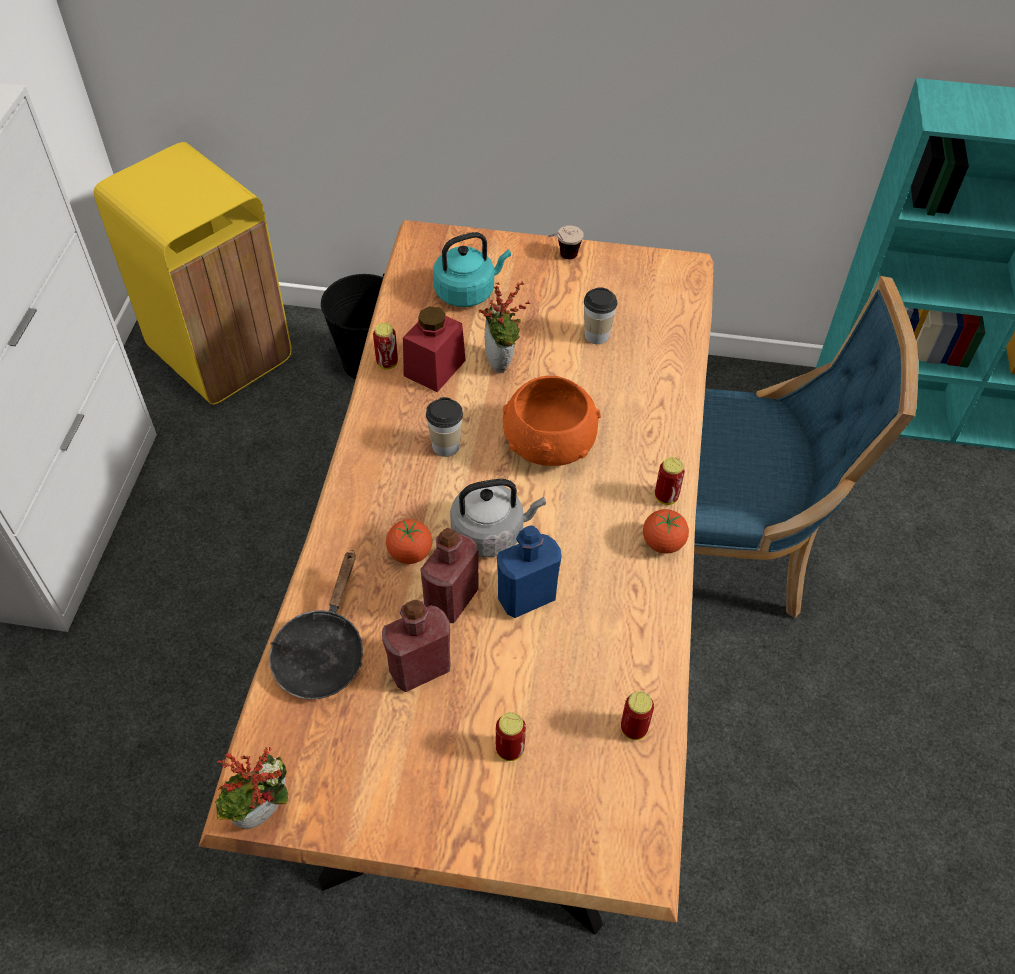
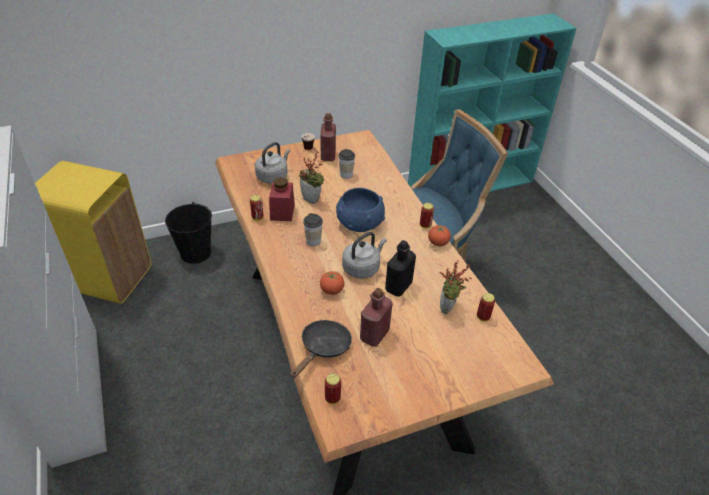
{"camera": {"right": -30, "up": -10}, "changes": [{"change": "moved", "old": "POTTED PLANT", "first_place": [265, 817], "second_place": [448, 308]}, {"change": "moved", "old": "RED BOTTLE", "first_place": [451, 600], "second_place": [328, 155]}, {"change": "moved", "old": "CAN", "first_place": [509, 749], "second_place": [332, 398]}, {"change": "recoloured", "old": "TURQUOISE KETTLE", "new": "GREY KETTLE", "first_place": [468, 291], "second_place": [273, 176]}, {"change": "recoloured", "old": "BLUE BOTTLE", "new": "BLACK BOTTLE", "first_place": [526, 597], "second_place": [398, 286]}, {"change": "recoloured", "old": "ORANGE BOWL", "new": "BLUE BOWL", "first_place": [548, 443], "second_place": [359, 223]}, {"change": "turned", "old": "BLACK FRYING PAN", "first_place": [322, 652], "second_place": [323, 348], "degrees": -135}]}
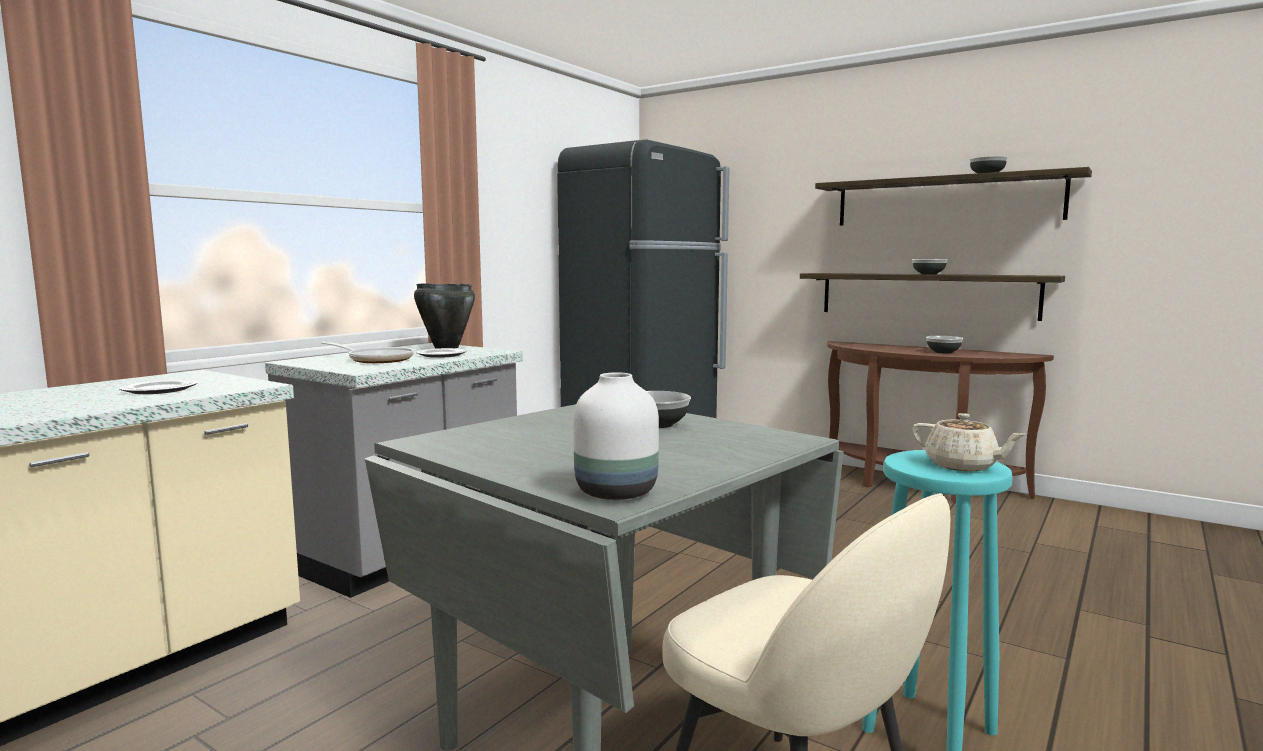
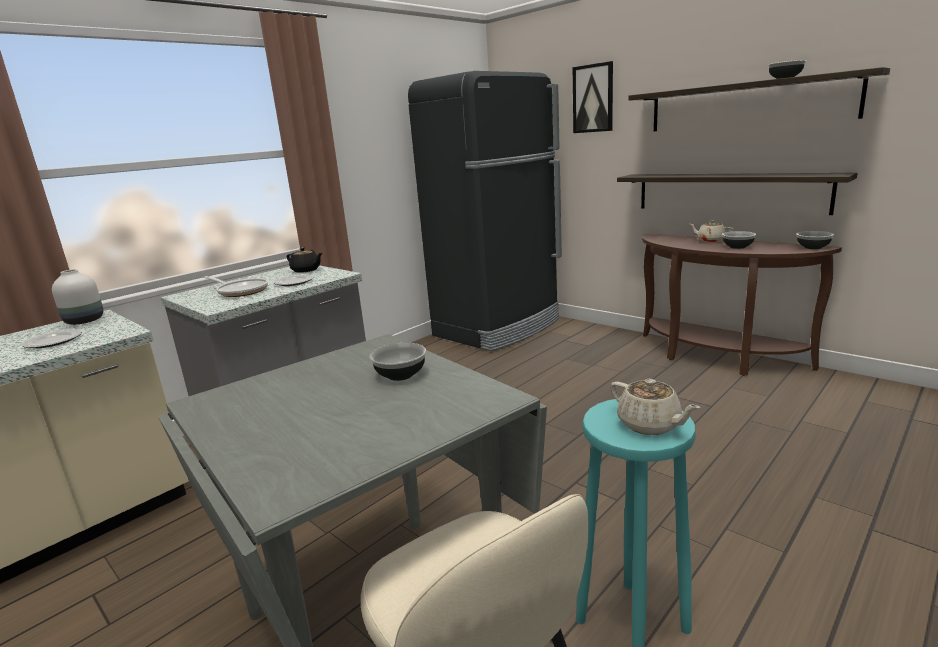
{"camera": {"right": 10, "up": 10}, "changes": [{"change": "added", "new": "PICTURE", "second_place": [593, 98]}, {"change": "added", "new": "BEIGE TEAPOT", "second_place": [710, 241]}, {"change": "moved", "old": "WHITE VASE", "first_place": [614, 492], "second_place": [84, 321]}, {"change": "moved", "old": "BOWL", "first_place": [929, 274], "second_place": [813, 247]}, {"change": "replaced", "old": "BLACK COOKING POT", "new": "BLACK TEAPOT", "first_place": [445, 347], "second_place": [306, 270]}]}
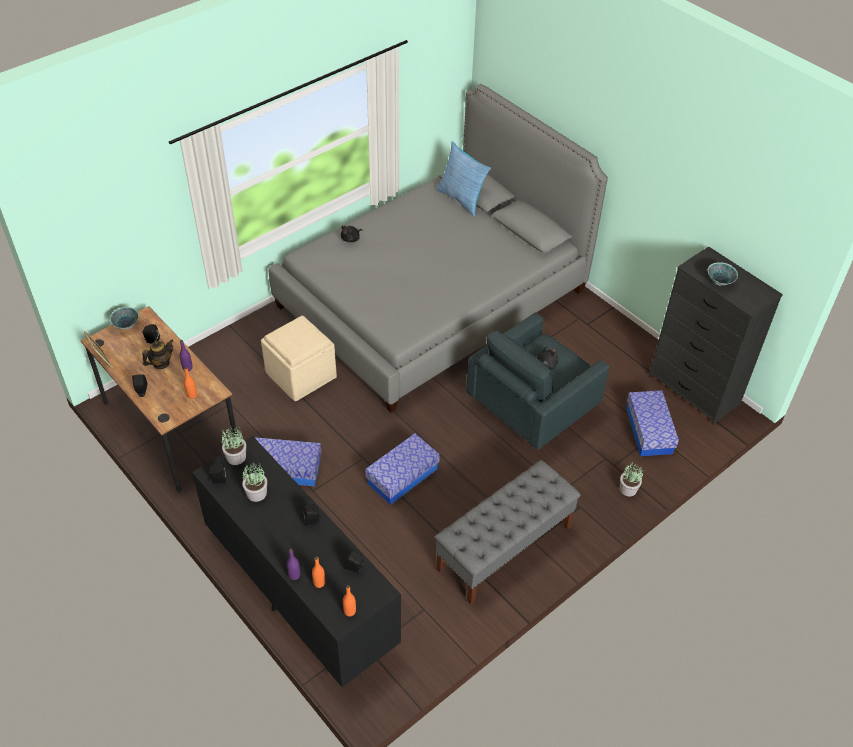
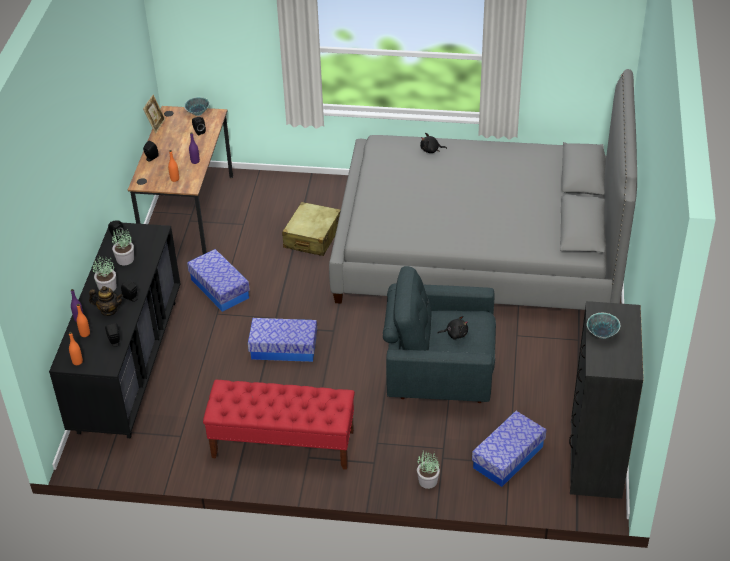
{"camera": {"right": 50, "up": -5}, "changes": [{"change": "removed", "old": "PILLOW", "first_place": [462, 199]}, {"change": "moved", "old": "TEAPOT", "first_place": [161, 363], "second_place": [109, 310]}, {"change": "moved", "old": "POTTED PLANT", "first_place": [236, 457], "second_place": [107, 287]}, {"change": "replaced", "old": "BEIGE OTTOMAN", "new": "BEIGE SUITCASE", "first_place": [301, 375], "second_place": [312, 237]}, {"change": "recoloured", "old": "GREY BENCH", "new": "RED BENCH", "first_place": [504, 548], "second_place": [282, 444]}]}
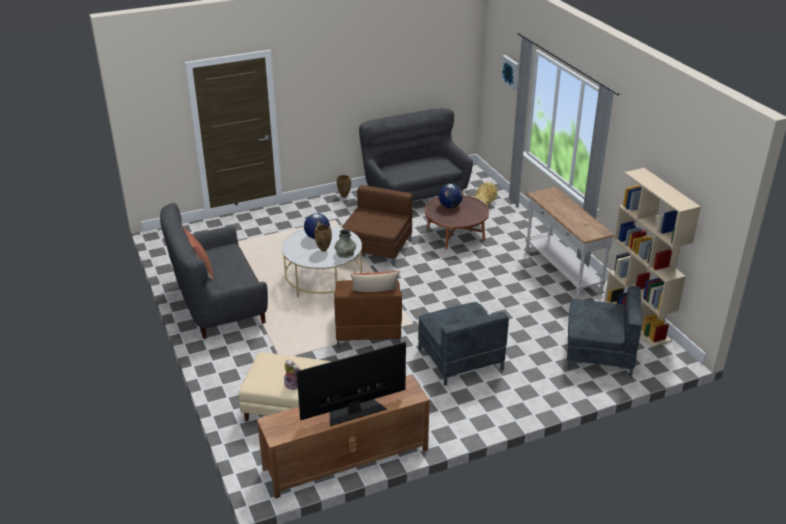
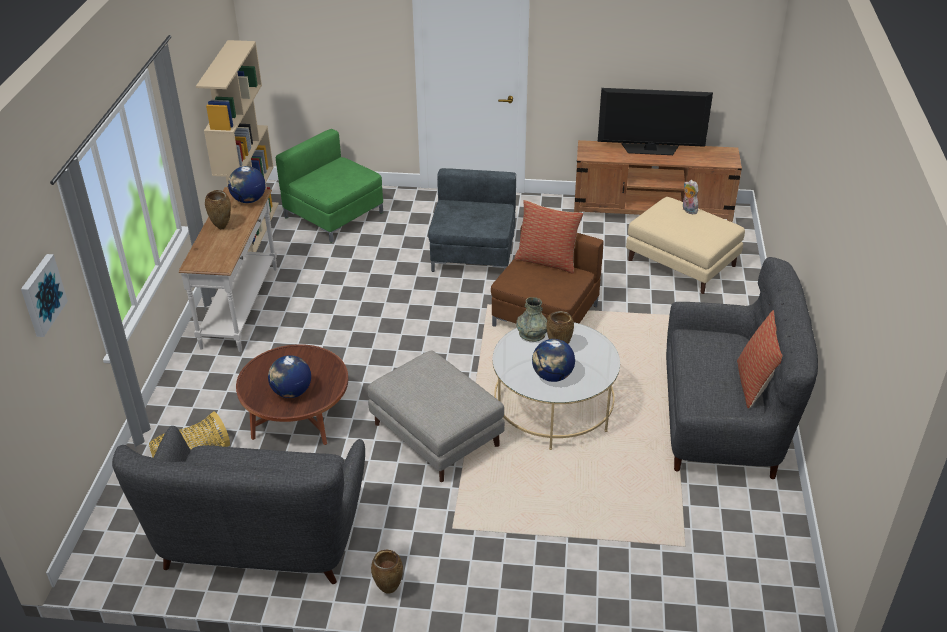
{"camera": {"right": -150, "up": 5}, "changes": [{"change": "added", "new": "BROWN VASE", "second_place": [222, 227]}, {"change": "added", "new": "GLOBE", "second_place": [249, 200]}, {"change": "replaced", "old": "BROWN ARMCHAIR", "new": "GREY OTTOMAN", "first_place": [377, 248], "second_place": [435, 434]}, {"change": "recoloured", "old": "GREY ARMCHAIR", "new": "GREEN ARMCHAIR", "first_place": [598, 352], "second_place": [334, 215]}]}
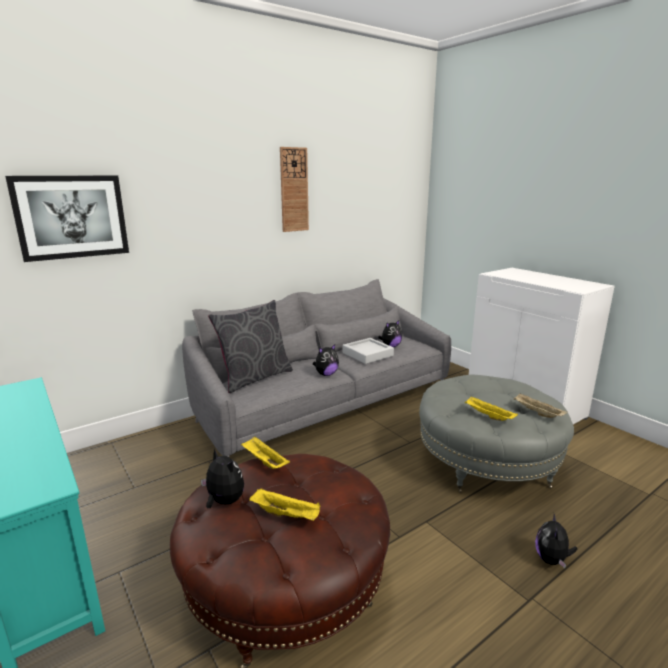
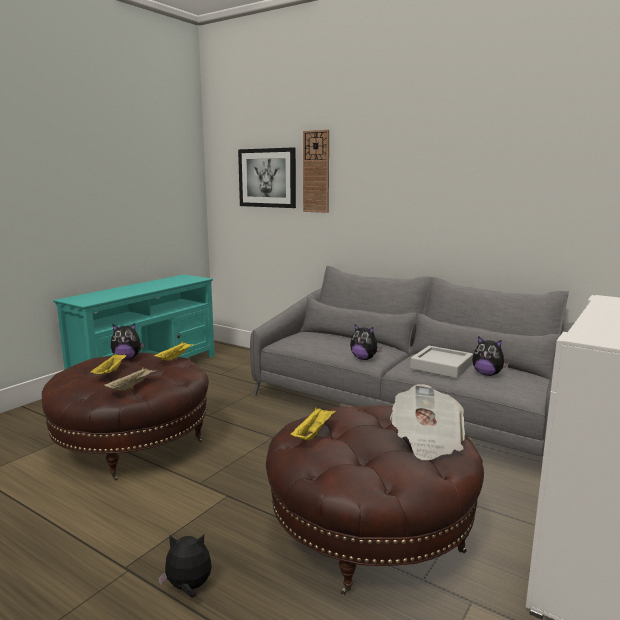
{"camera": {"right": 70, "up": -5}, "changes": [{"change": "removed", "old": "GREY PILLOW", "first_place": [255, 378]}, {"change": "added", "new": "NEWSPAPER", "second_place": [426, 441]}, {"change": "moved", "old": "WALL CLOCK", "first_place": [294, 190], "second_place": [316, 172]}, {"change": "moved", "old": "BEIGE TRAY", "first_place": [537, 413], "second_place": [132, 387]}, {"change": "recoloured", "old": "GREY OTTOMAN", "new": "BROWN OTTOMAN", "first_place": [486, 462], "second_place": [370, 531]}, {"change": "turned", "old": "PLUSH TOY", "first_place": [224, 501], "second_place": [127, 358], "degrees": 60}]}
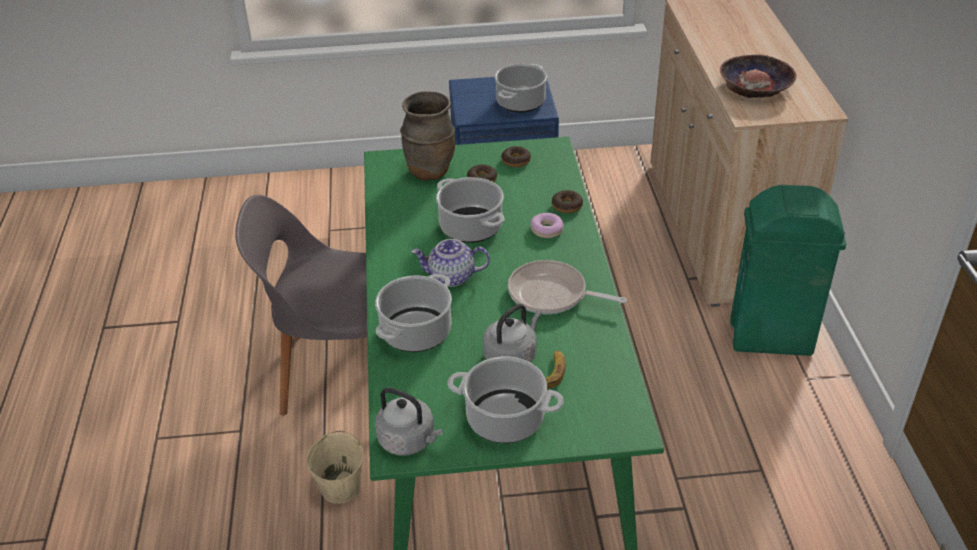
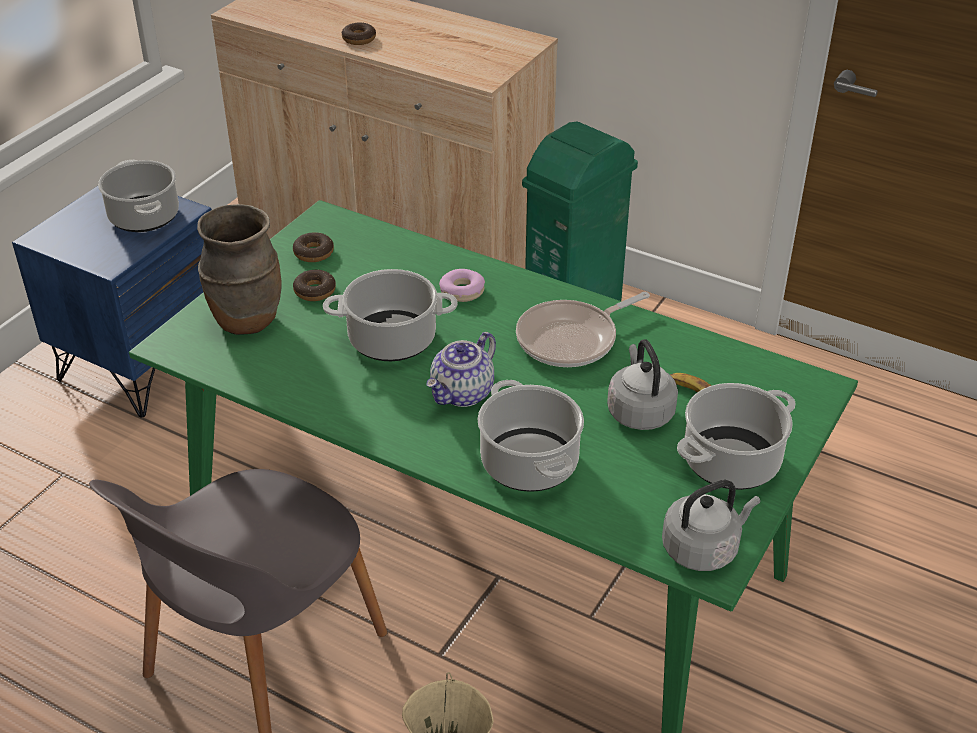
{"camera": {"right": -55, "up": 0}, "changes": [{"change": "removed", "old": "BOWL", "first_place": [755, 86]}, {"change": "moved", "old": "DONUT", "first_place": [567, 206], "second_place": [359, 39]}]}
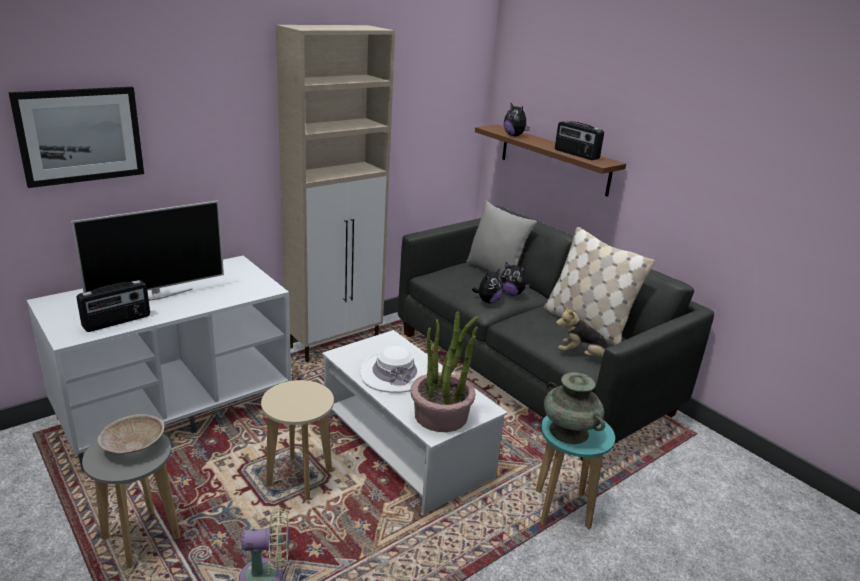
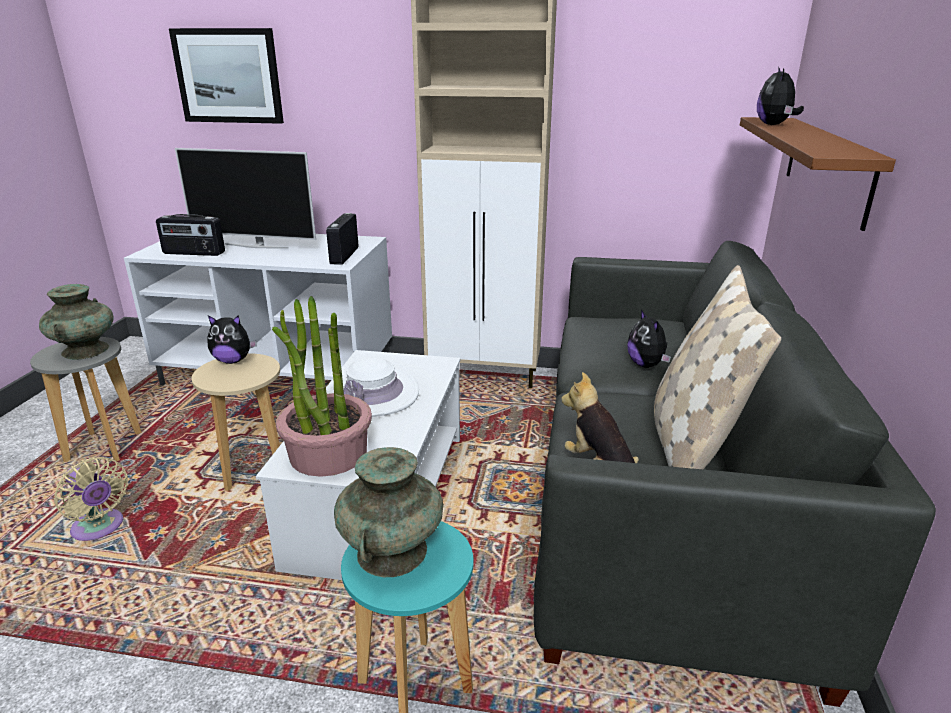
{"camera": {"right": 50, "up": 0}, "changes": [{"change": "removed", "old": "GREY PILLOW", "first_place": [495, 271]}, {"change": "moved", "old": "PLUSH TOY", "first_place": [488, 301], "second_place": [233, 360]}, {"change": "moved", "old": "RADIO", "first_place": [576, 154], "second_place": [344, 256]}, {"change": "replaced", "old": "BEIGE BOWL", "new": "TURQUOISE VASE", "first_place": [132, 446], "second_place": [86, 350]}]}
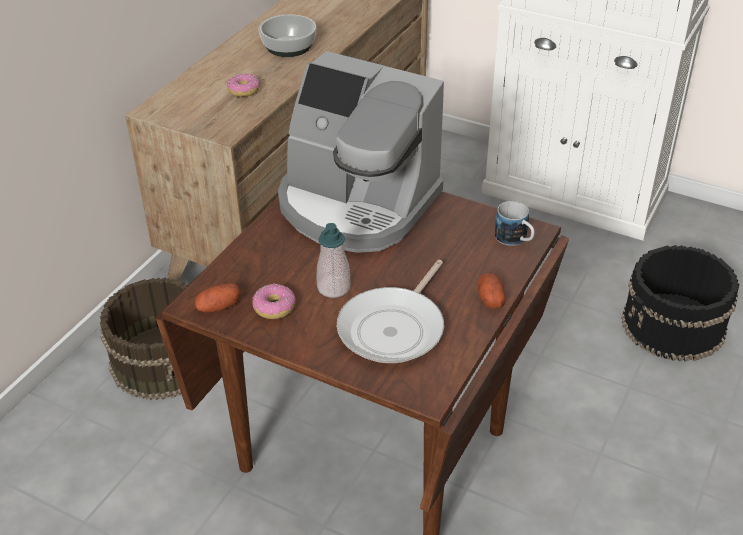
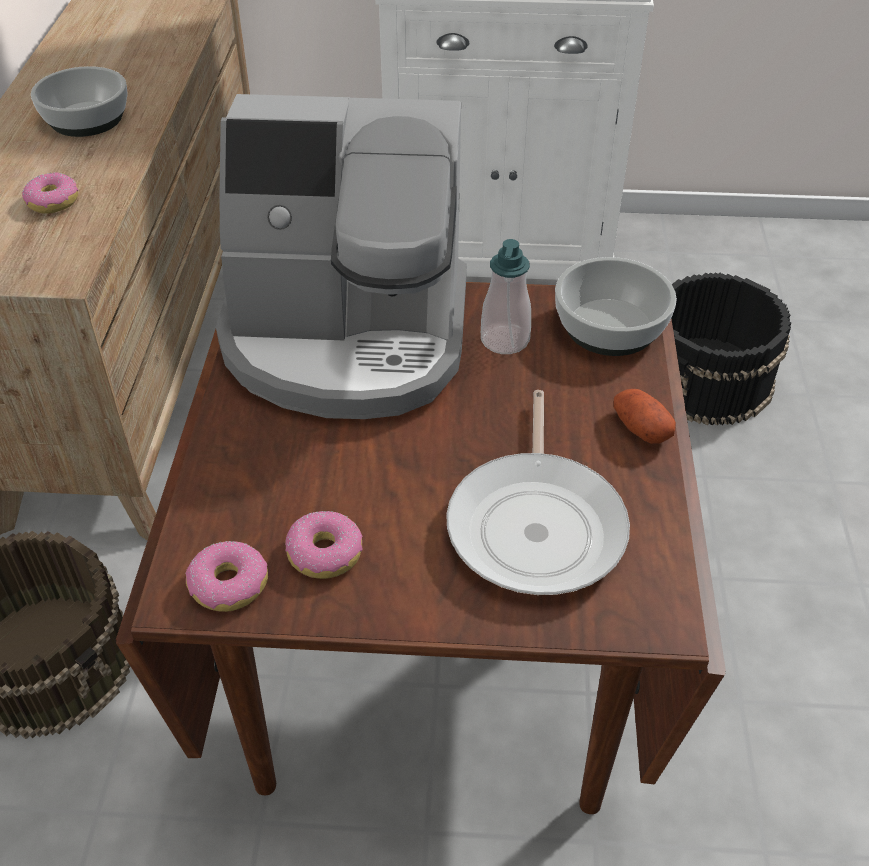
{"camera": {"right": -25, "up": 5}, "changes": [{"change": "moved", "old": "SOAP DISPENSER", "first_place": [333, 288], "second_place": [505, 340]}, {"change": "replaced", "old": "POTATO", "new": "DONUT", "first_place": [218, 307], "second_place": [228, 585]}, {"change": "replaced", "old": "MUG", "new": "BOWL", "first_place": [515, 240], "second_place": [611, 327]}]}
